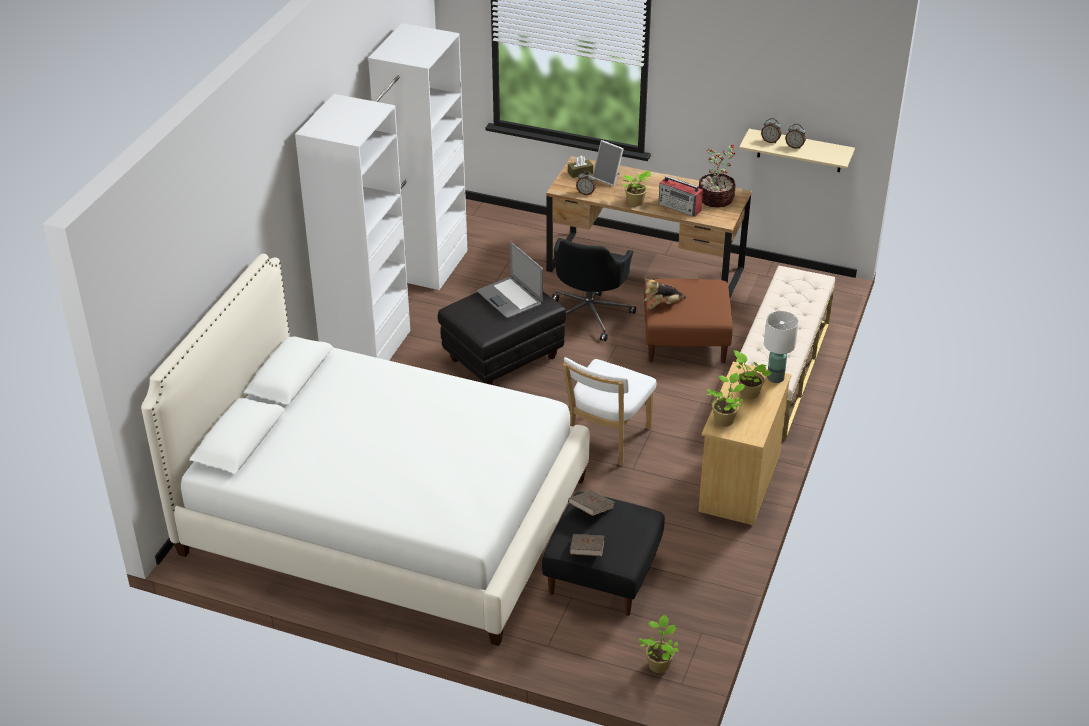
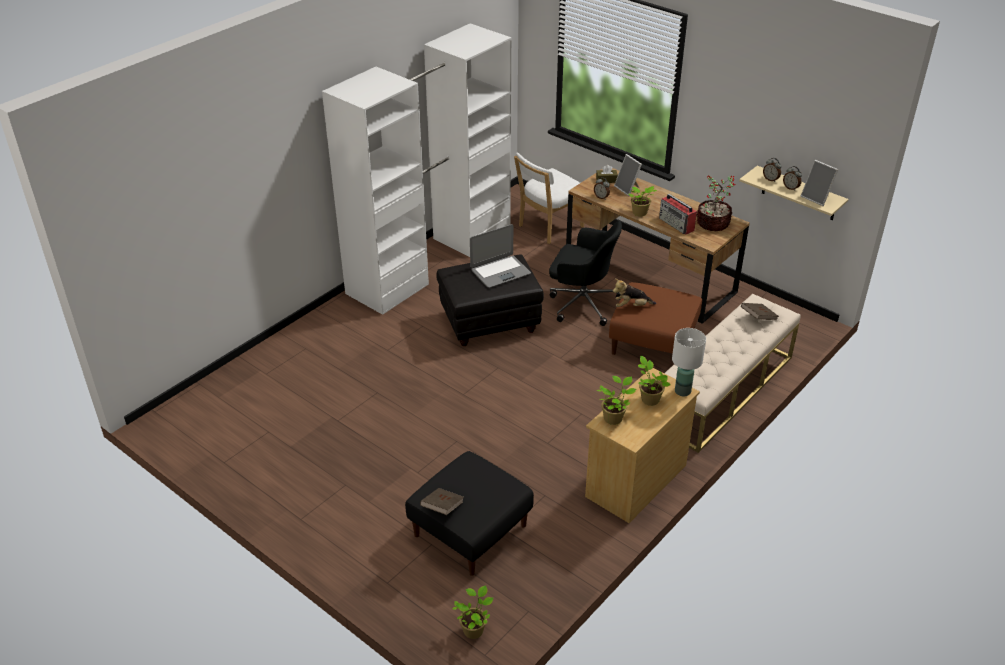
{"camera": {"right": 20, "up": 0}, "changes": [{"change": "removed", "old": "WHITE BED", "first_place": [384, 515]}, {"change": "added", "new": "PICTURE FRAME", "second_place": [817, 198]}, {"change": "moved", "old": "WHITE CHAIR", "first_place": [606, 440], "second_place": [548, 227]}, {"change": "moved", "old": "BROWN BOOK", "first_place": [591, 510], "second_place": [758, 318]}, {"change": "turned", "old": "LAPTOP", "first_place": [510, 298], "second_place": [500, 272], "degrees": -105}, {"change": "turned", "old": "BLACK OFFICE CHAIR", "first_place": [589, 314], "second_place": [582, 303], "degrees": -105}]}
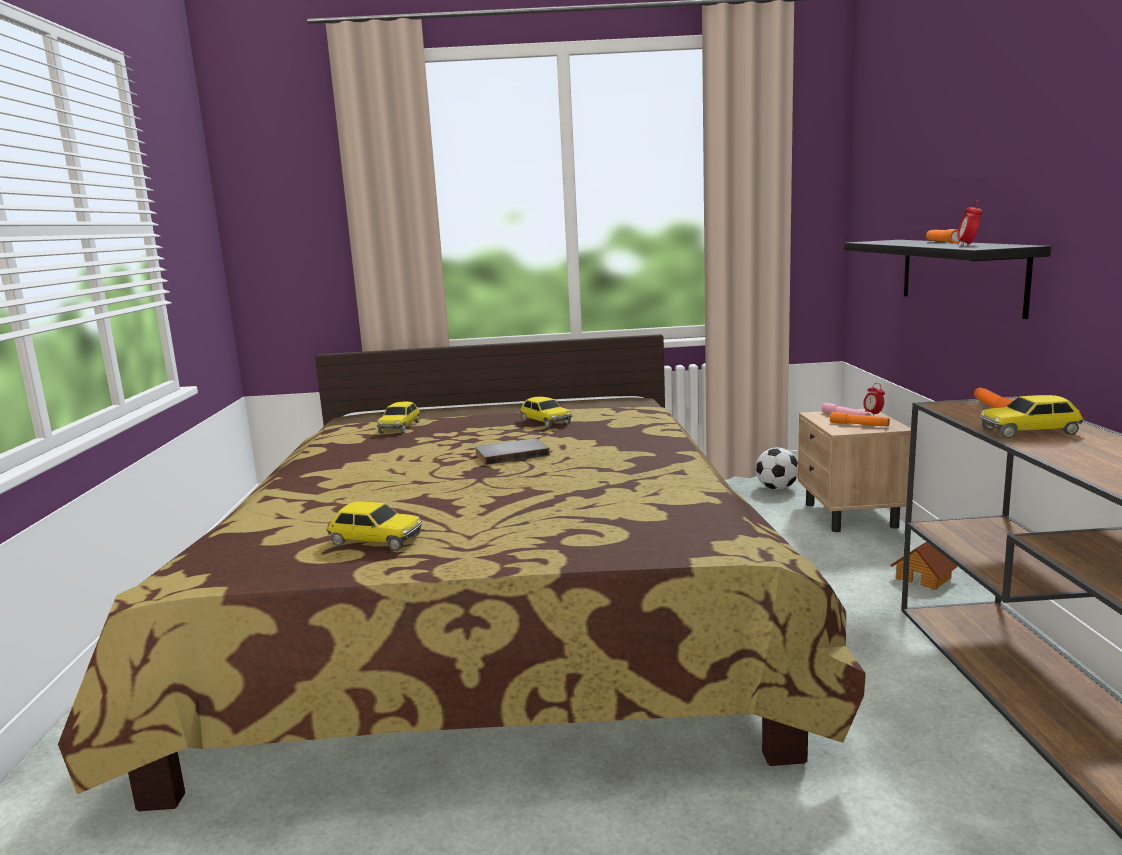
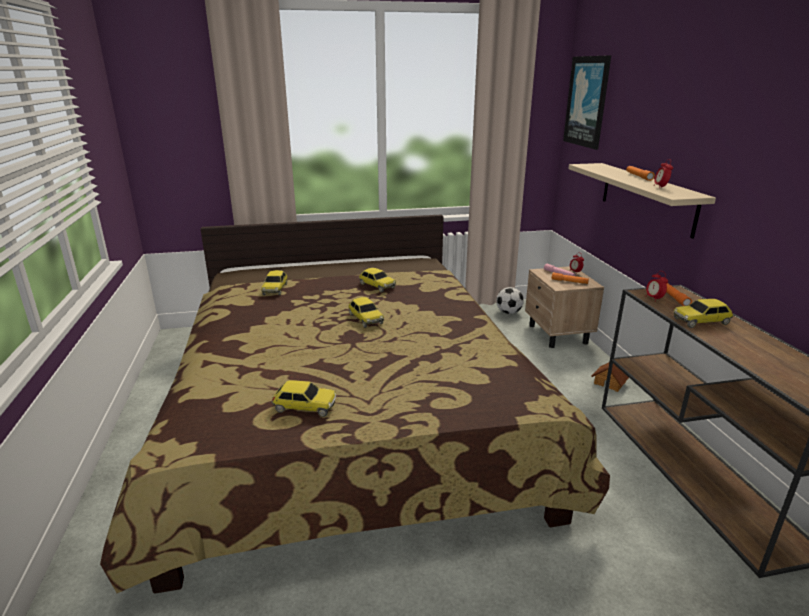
{"camera": {"right": -10, "up": 10}, "changes": [{"change": "added", "new": "PICTURE", "second_place": [587, 101]}, {"change": "added", "new": "ALARM CLOCK", "second_place": [654, 298]}, {"change": "replaced", "old": "GREY BOOK", "new": "TOY CAR", "first_place": [511, 454], "second_place": [365, 319]}, {"change": "recoloured", "old": "BLACK SHELF", "new": "BEIGE SHELF", "first_place": [960, 274], "second_place": [646, 197]}]}
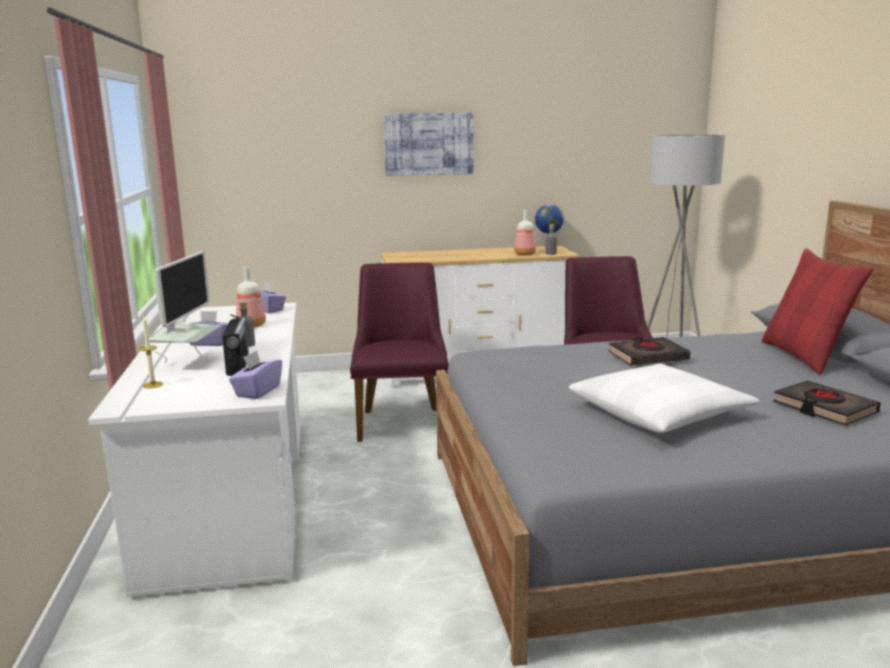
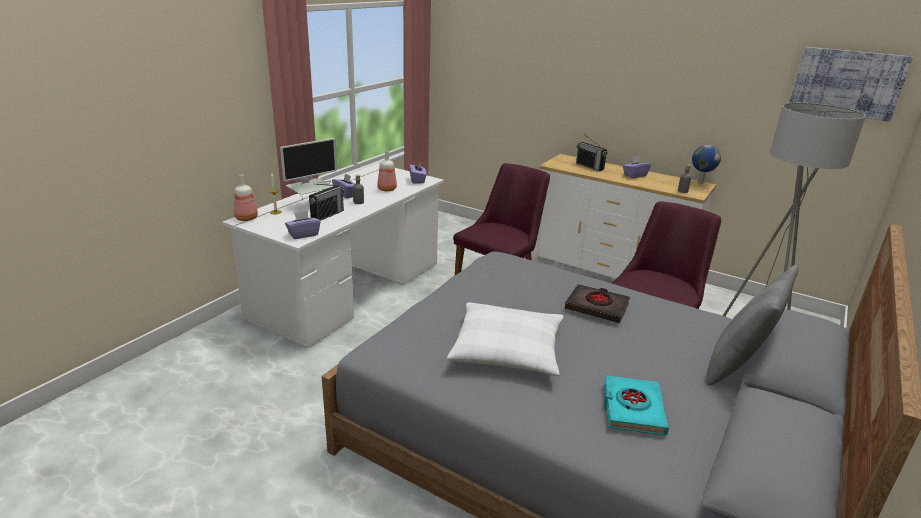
{"camera": {"right": 40, "up": 10}, "changes": [{"change": "added", "new": "RADIO", "second_place": [589, 166]}, {"change": "added", "new": "PURPLE TISSUE BOX", "second_place": [634, 175]}, {"change": "moved", "old": "PICTURE", "first_place": [428, 144], "second_place": [847, 83]}, {"change": "moved", "old": "BOTTLE", "first_place": [525, 254], "second_place": [246, 218]}, {"change": "recoloured", "old": "RED PILLOW", "new": "GREY PILLOW", "first_place": [804, 356], "second_place": [738, 366]}, {"change": "recoloured", "old": "BLACK BOOK", "new": "TURQUOISE BOOK", "first_place": [824, 408], "second_place": [632, 409]}]}
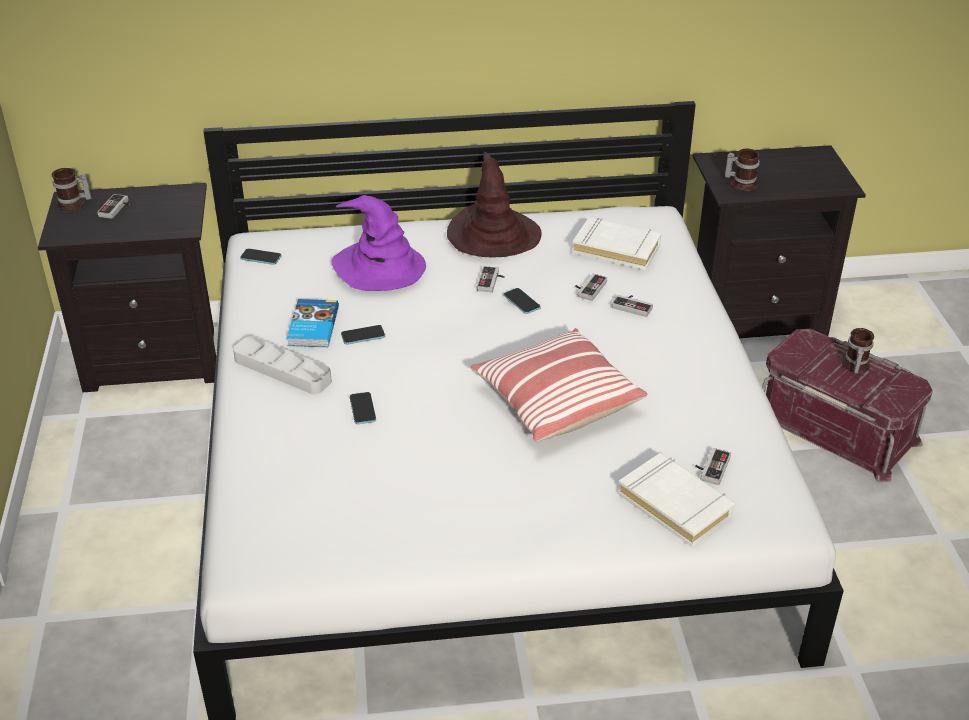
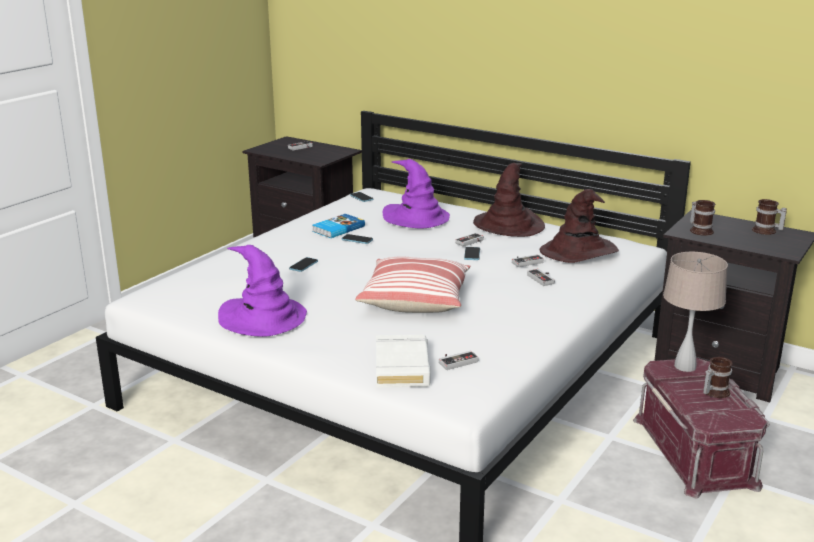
{"camera": {"right": 40, "up": -15}, "changes": [{"change": "removed", "old": "GREY TRAY", "first_place": [282, 370]}, {"change": "added", "new": "PURPLE HAT", "second_place": [263, 319]}, {"change": "added", "new": "BEIGE TABLE LAMP", "second_place": [685, 366]}, {"change": "moved", "old": "MUG", "first_place": [74, 205], "second_place": [766, 231]}, {"change": "replaced", "old": "WHITE BOOK", "new": "BROWN HAT", "first_place": [616, 249], "second_place": [578, 251]}]}
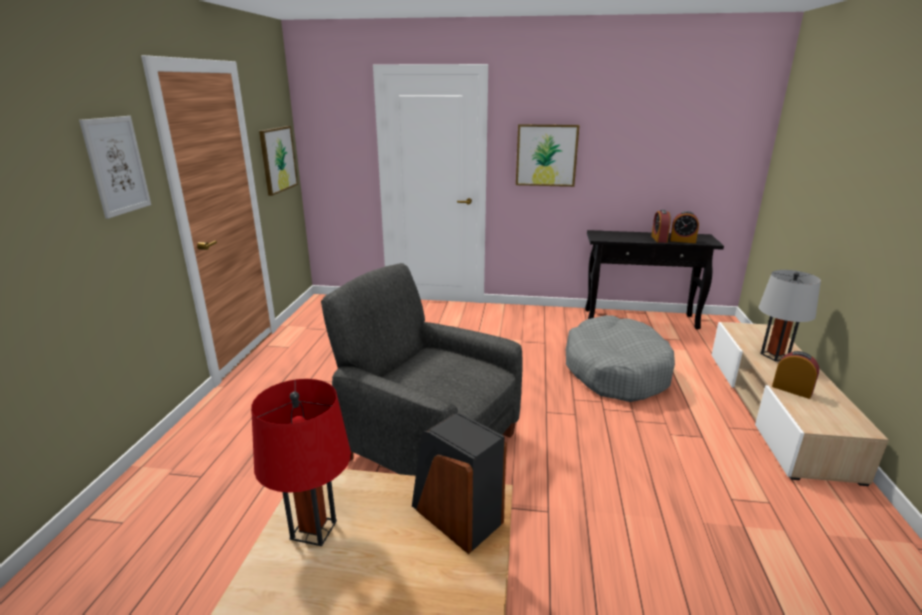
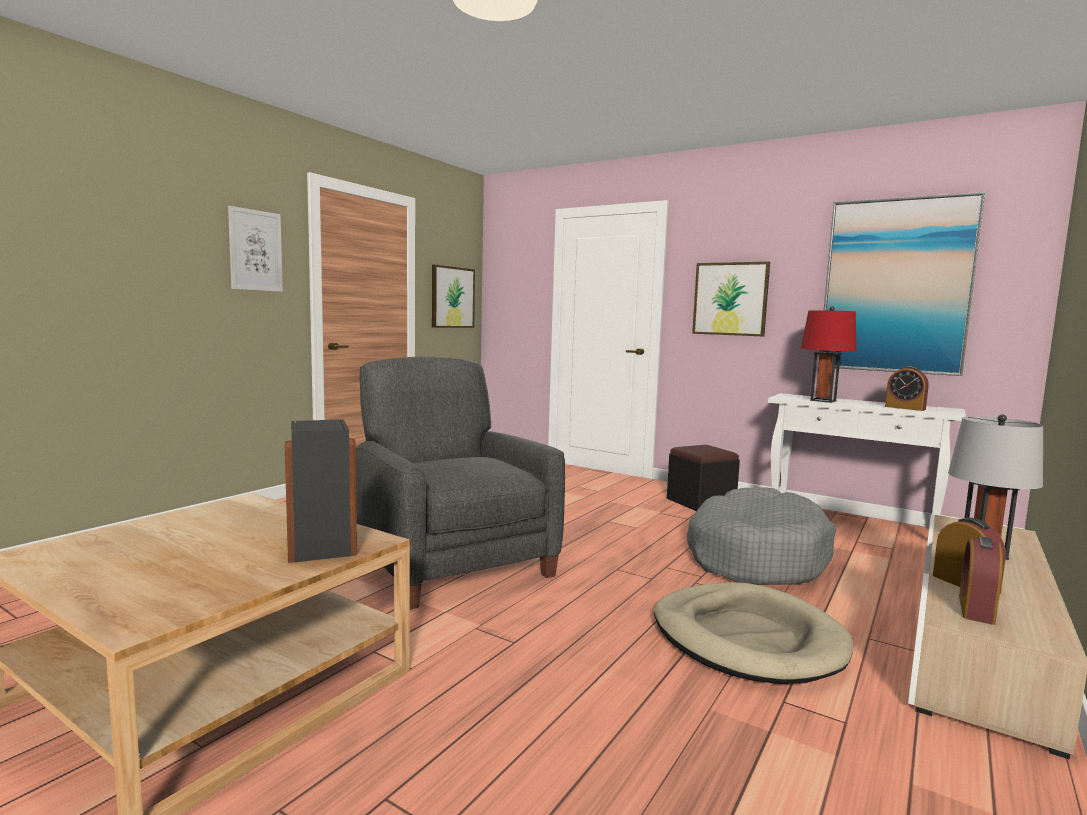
{"camera": {"right": 25, "up": -15}, "changes": [{"change": "added", "new": "BEIGE DOG BED", "second_place": [747, 638]}, {"change": "added", "new": "BLACK OTTOMAN", "second_place": [700, 502]}, {"change": "added", "new": "PICTURE", "second_place": [895, 286]}, {"change": "moved", "old": "RED TABLE LAMP", "first_place": [313, 530], "second_place": [823, 400]}, {"change": "moved", "old": "ALARM CLOCK", "first_place": [659, 239], "second_place": [976, 609]}, {"change": "recoloured", "old": "BLACK CONSOLE TABLE", "new": "WHITE CONSOLE TABLE", "first_place": [641, 319], "second_place": [852, 522]}]}
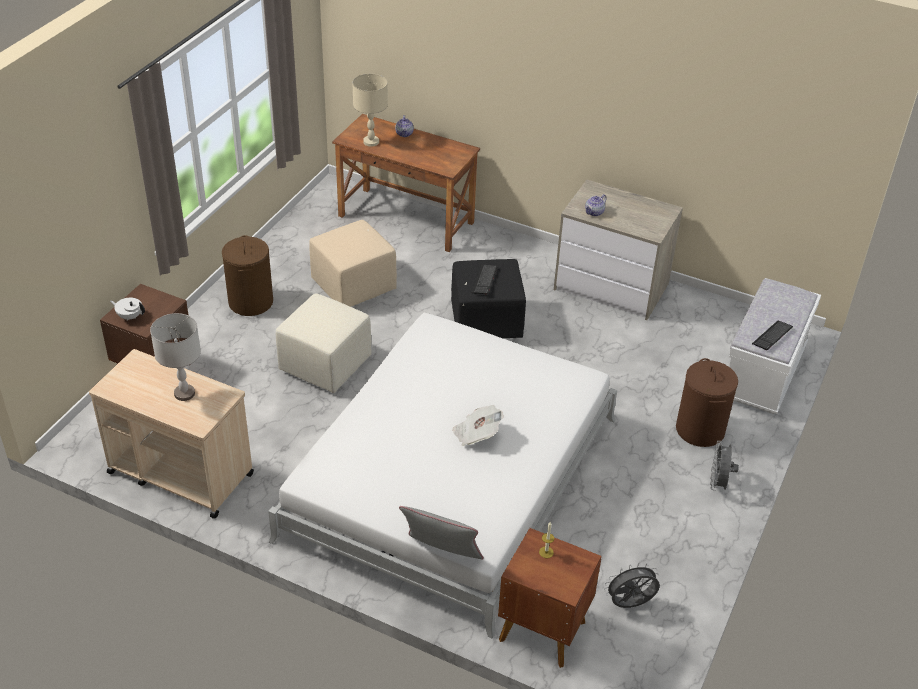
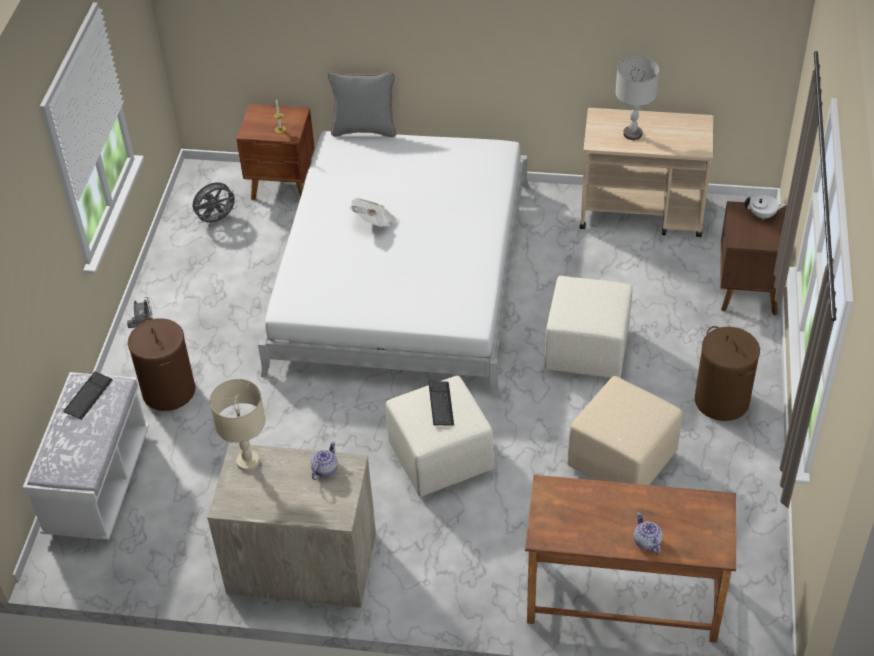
{"camera": {"right": 165, "up": 5}, "changes": [{"change": "moved", "old": "BEIGE TABLE LAMP", "first_place": [371, 142], "second_place": [248, 462]}, {"change": "recoloured", "old": "BLACK OTTOMAN", "new": "BEIGE OTTOMAN", "first_place": [485, 322], "second_place": [441, 457]}]}
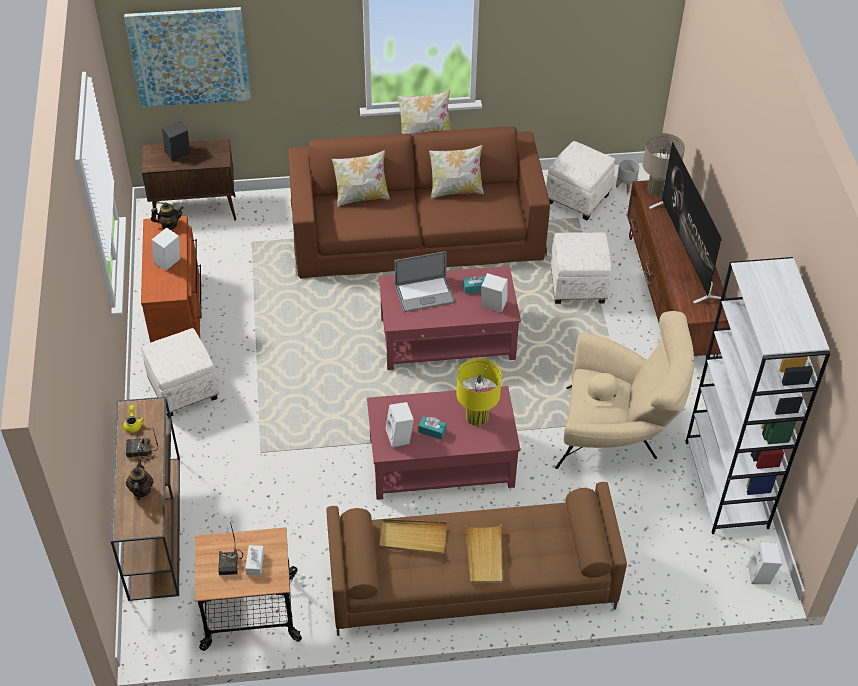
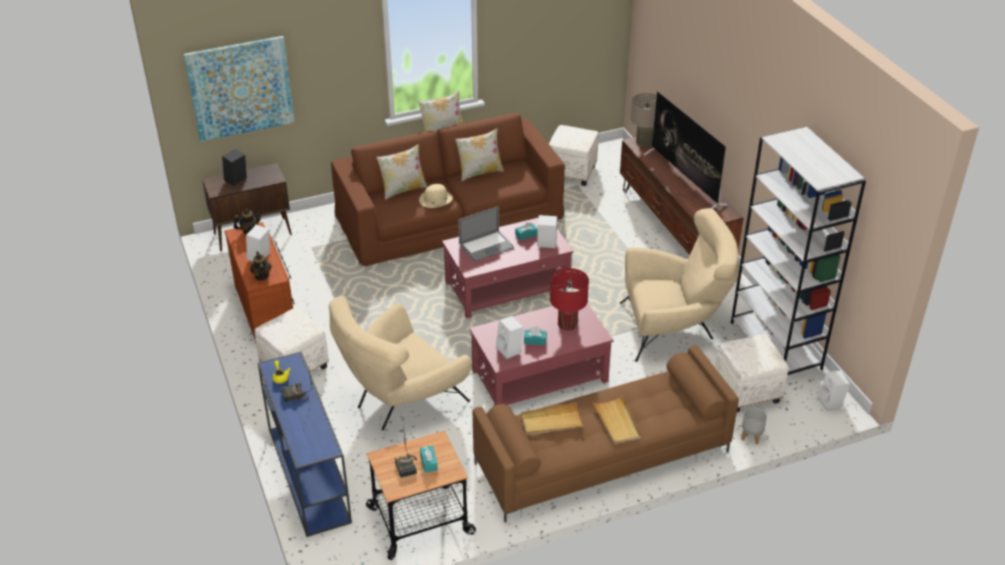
{"camera": {"right": -15, "up": -10}, "changes": [{"change": "added", "new": "BEIGE ARMCHAIR", "second_place": [400, 401]}, {"change": "moved", "old": "TEAPOT", "first_place": [141, 490], "second_place": [261, 276]}, {"change": "moved", "old": "WHITE OTTOMAN", "first_place": [578, 286], "second_place": [747, 391]}, {"change": "moved", "old": "BEIGE HAT", "first_place": [602, 391], "second_place": [435, 199]}, {"change": "moved", "old": "GREY PLANTER", "first_place": [625, 186], "second_place": [751, 437]}, {"change": "recoloured", "old": "BROWN CONSOLE TABLE", "new": "BLUE CONSOLE TABLE", "first_place": [154, 525], "second_place": [308, 474]}, {"change": "recoloured", "old": "WHITE TISSUE BOX", "new": "TURQUOISE TISSUE BOX", "first_place": [255, 563], "second_place": [429, 462]}, {"change": "recoloured", "old": "YELLOW TABLE LAMP", "new": "RED TABLE LAMP", "first_place": [477, 416], "second_place": [567, 323]}]}
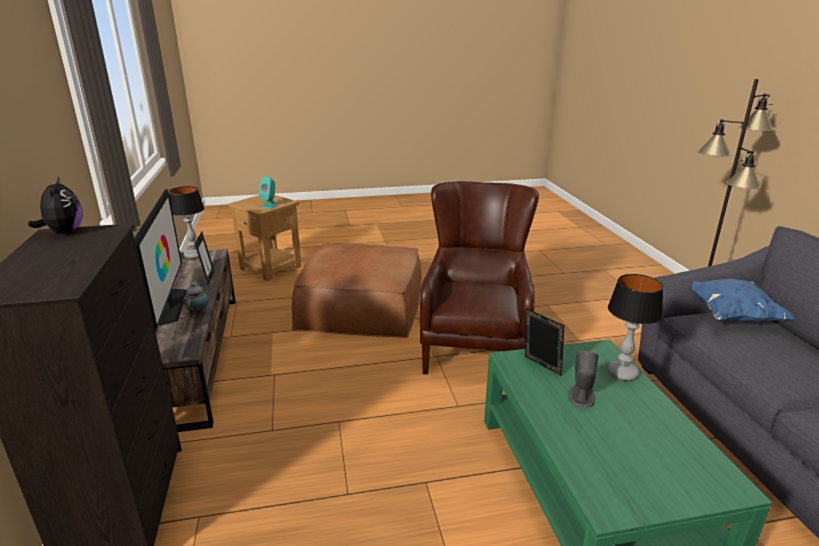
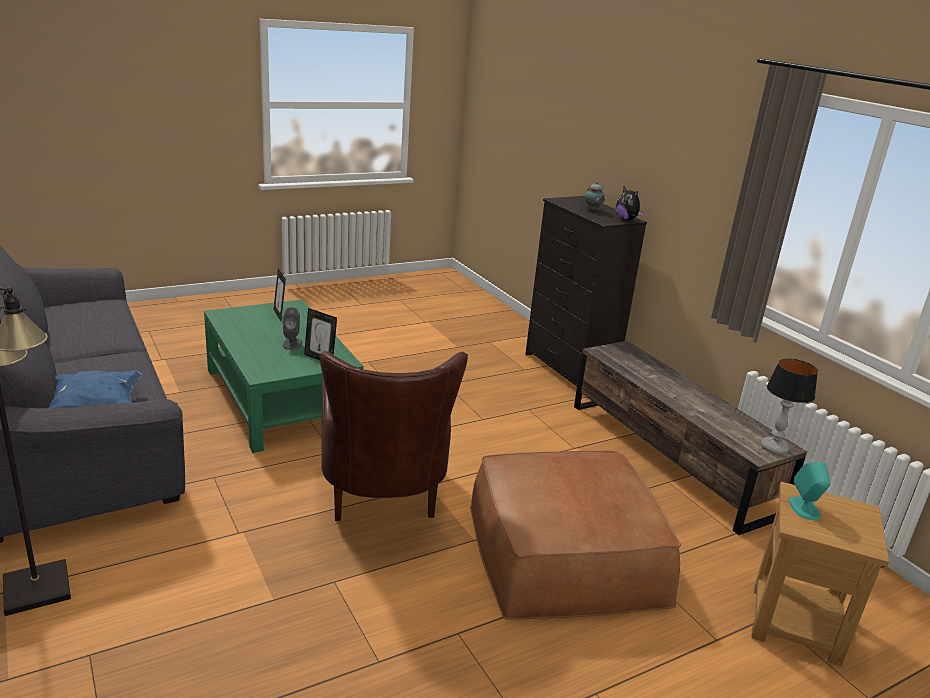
{"camera": {"right": 160, "up": 0}, "changes": [{"change": "removed", "old": "TELEVISION", "first_place": [167, 306]}, {"change": "removed", "old": "TABLE LAMP", "first_place": [622, 373]}, {"change": "moved", "old": "TEAPOT", "first_place": [199, 313], "second_place": [593, 210]}, {"change": "moved", "old": "PICTURE FRAME", "first_place": [208, 278], "second_place": [279, 315]}]}
